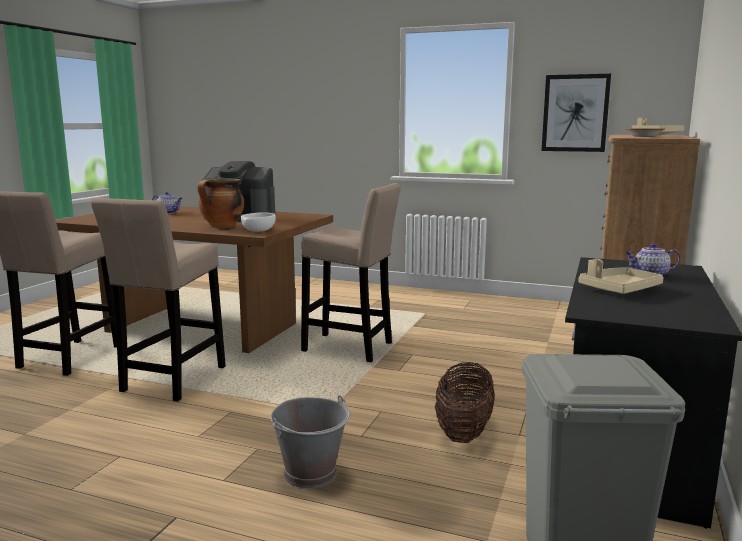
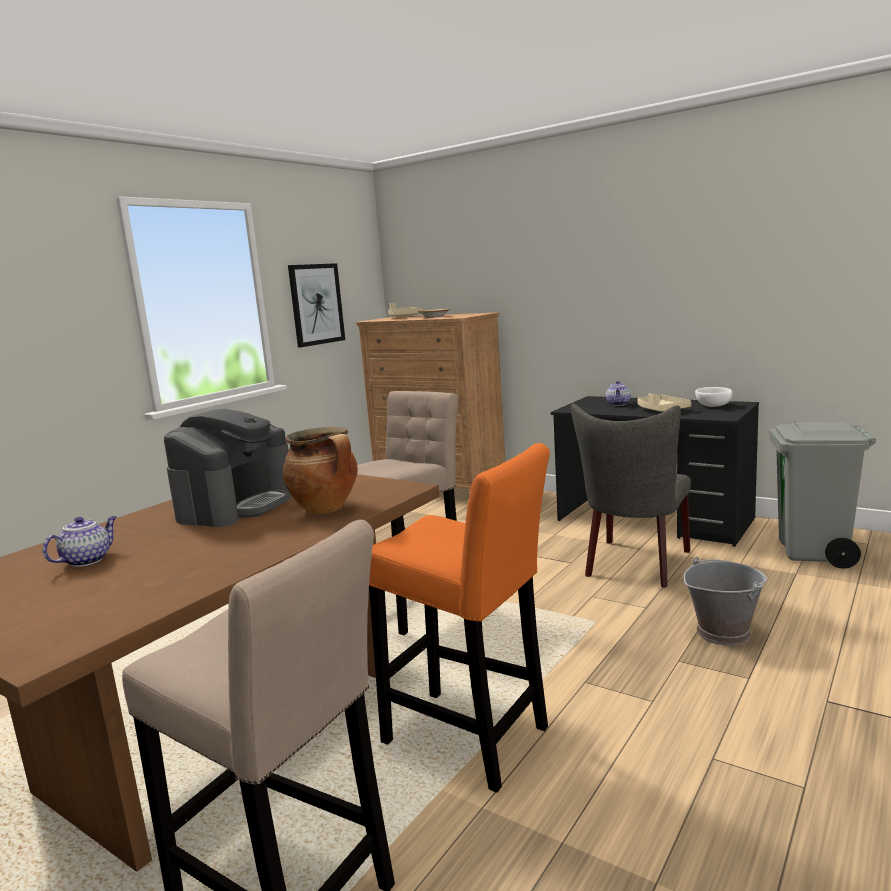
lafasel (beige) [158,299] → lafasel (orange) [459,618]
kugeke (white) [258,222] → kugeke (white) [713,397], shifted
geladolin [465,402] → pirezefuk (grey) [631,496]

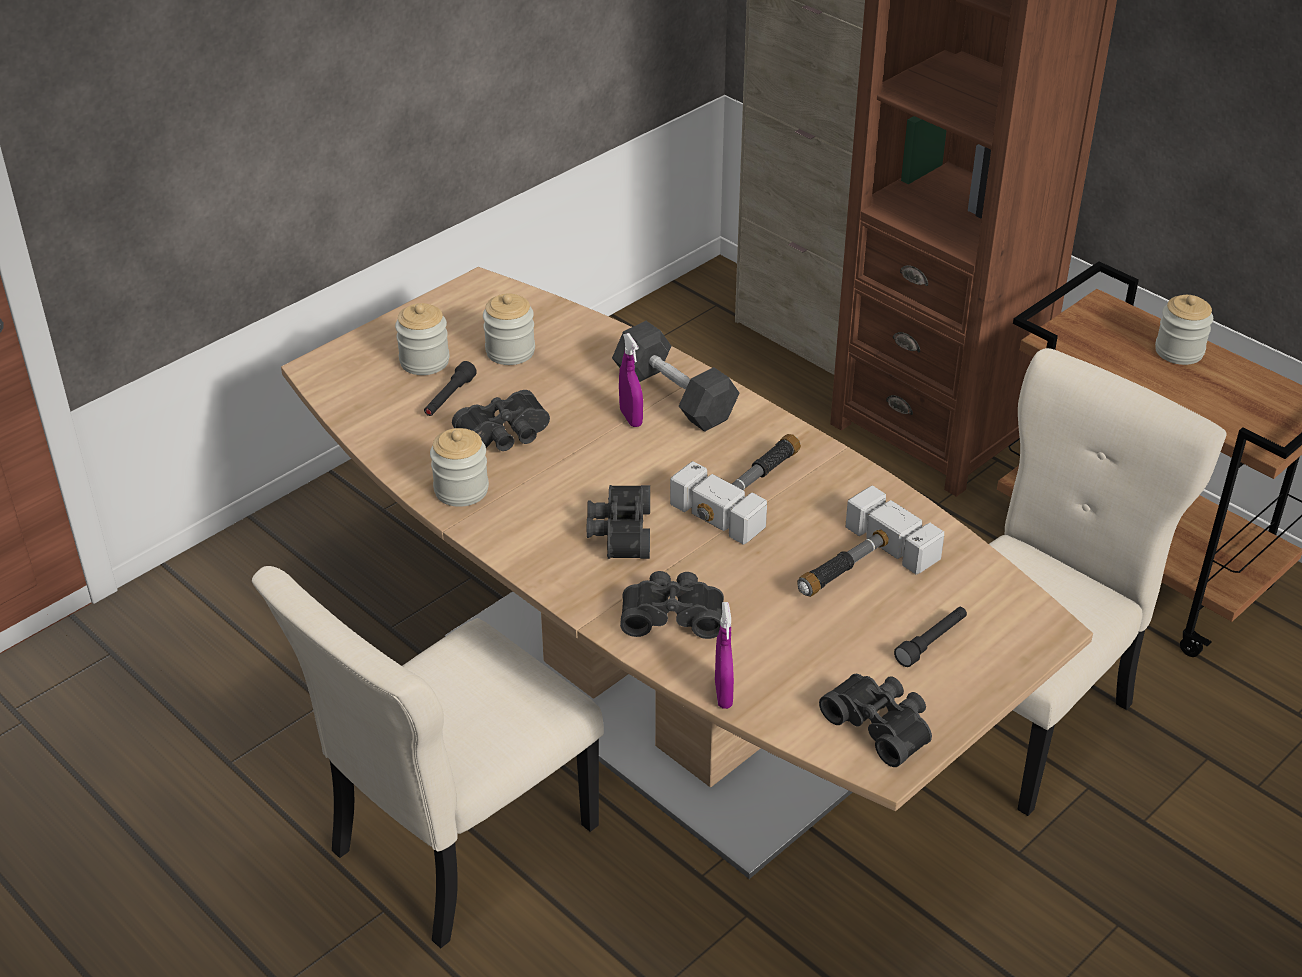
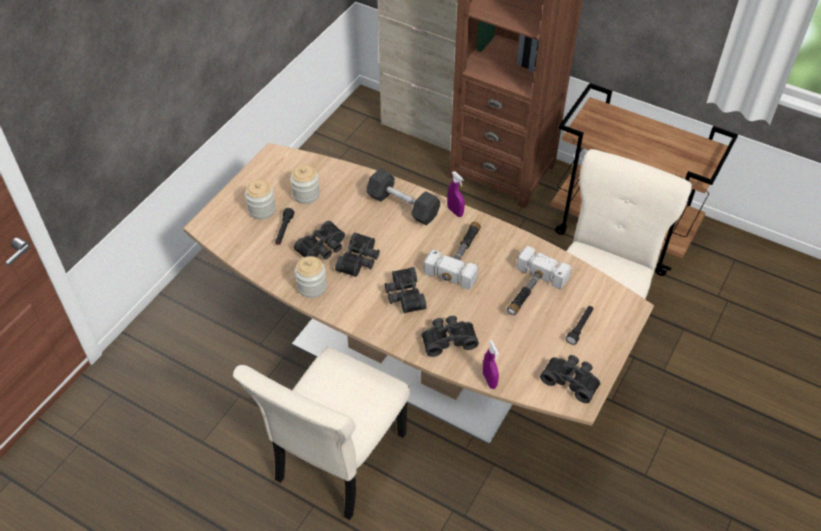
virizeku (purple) [631,380] → virizeku (purple) [456,194], shifted
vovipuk [1184,330] → -
- → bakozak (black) [357,255]

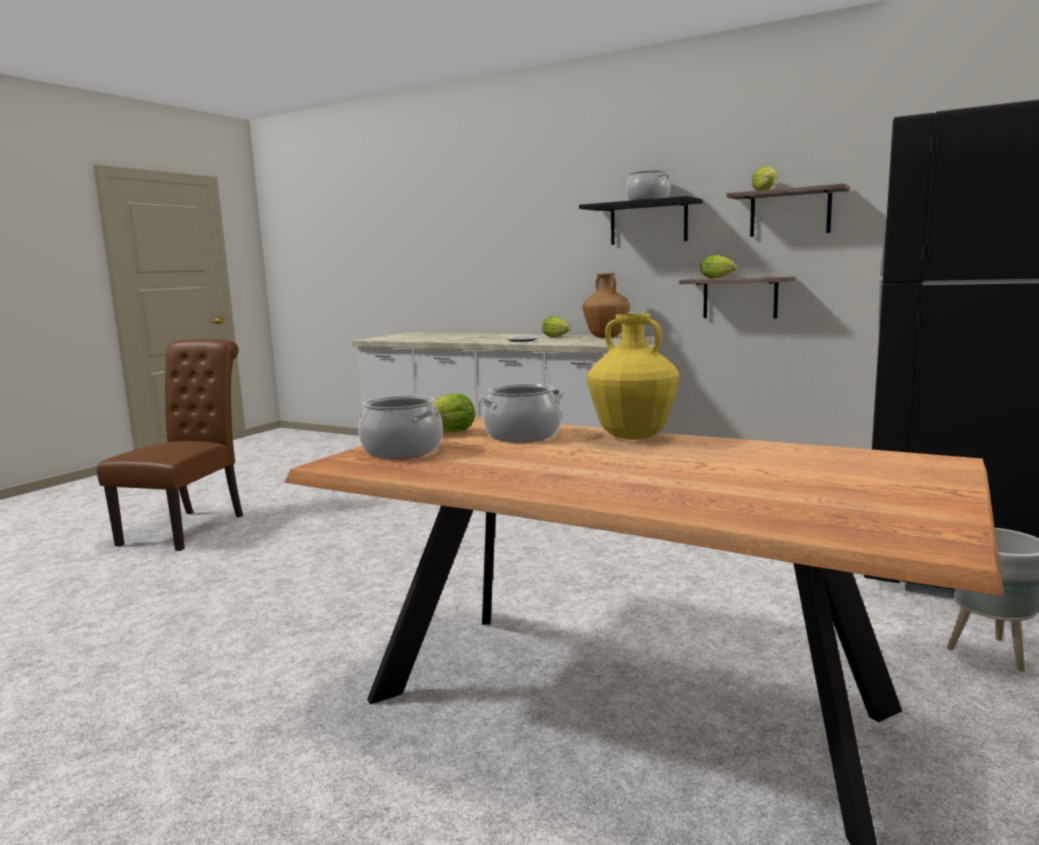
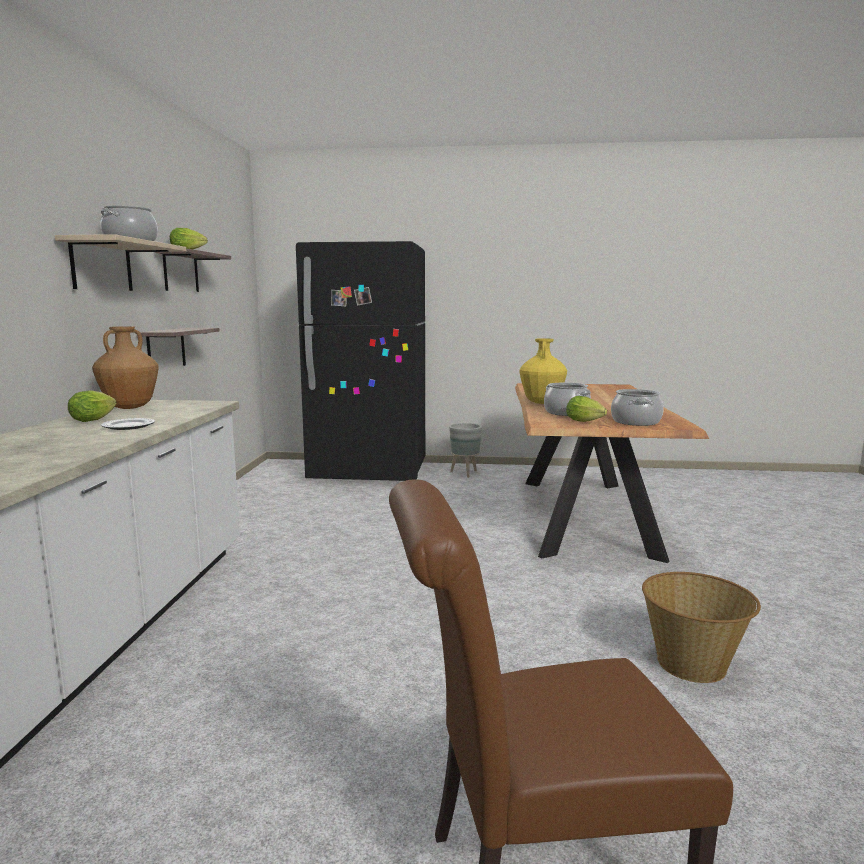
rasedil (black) [641,220] → rasedil (beige) [120,262]
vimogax [718,267] → -
- → geladolin [701,627]

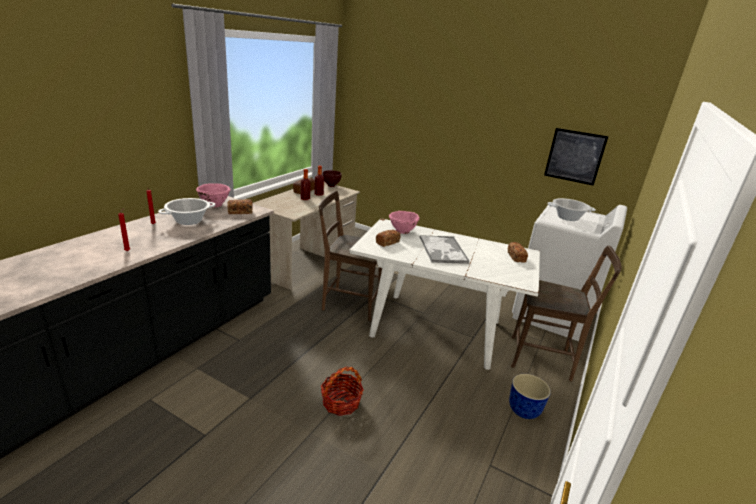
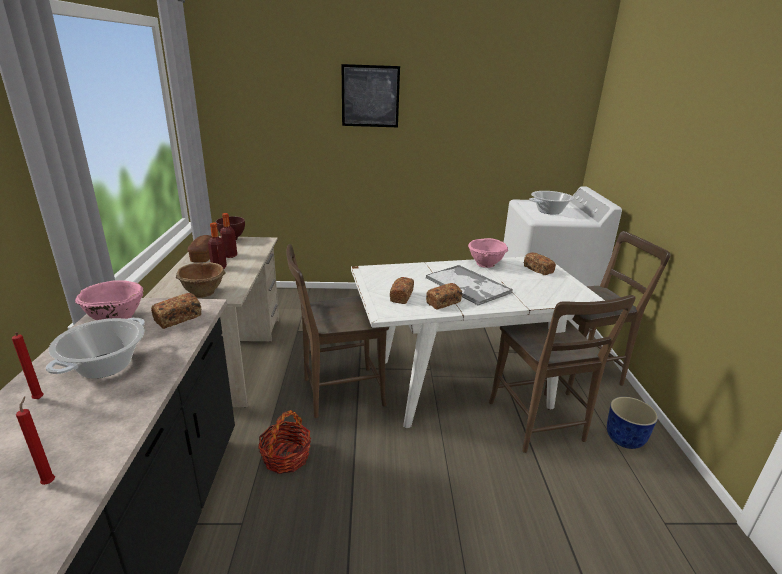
geladolin [342,391] → geladolin [284,442], shifted
kugeke (pink) [404,222] → kugeke (pink) [488,253], shifted
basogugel [576,157] → basogugel [371,95], shifted
- → kugeke (brown) [201,280]
- → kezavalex [444,296]
- → pirezefuk (brown) [562,374]

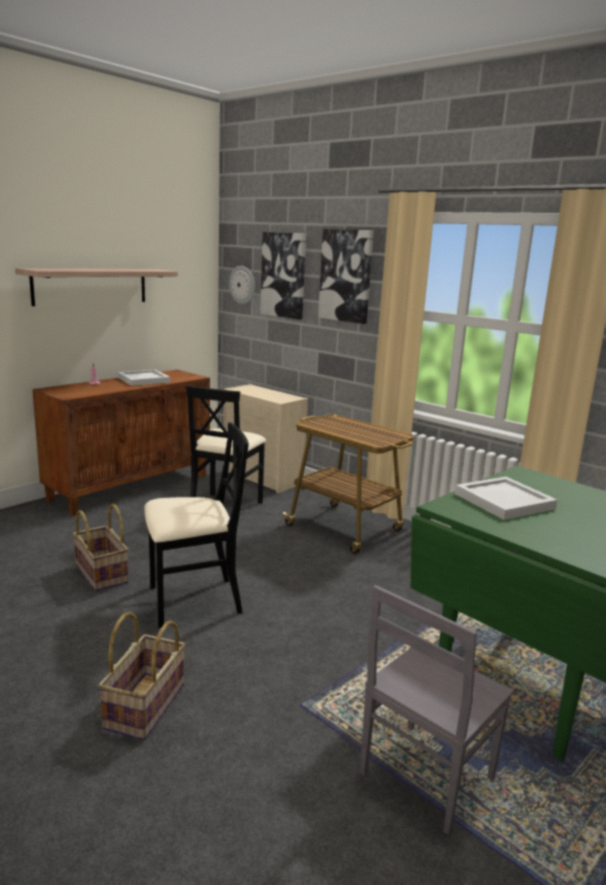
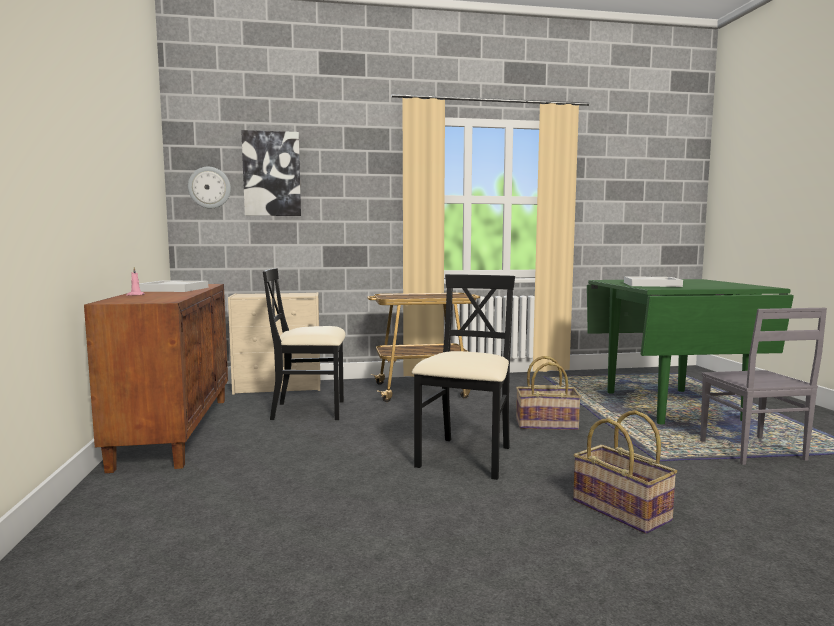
rasedil [96,287] → -
geladolin [101,547] → geladolin [548,393], shifted
pirezefuk (black) [226,444] → pirezefuk (black) [304,344], 120 degrees clockwise
basogugel [346,276] → -

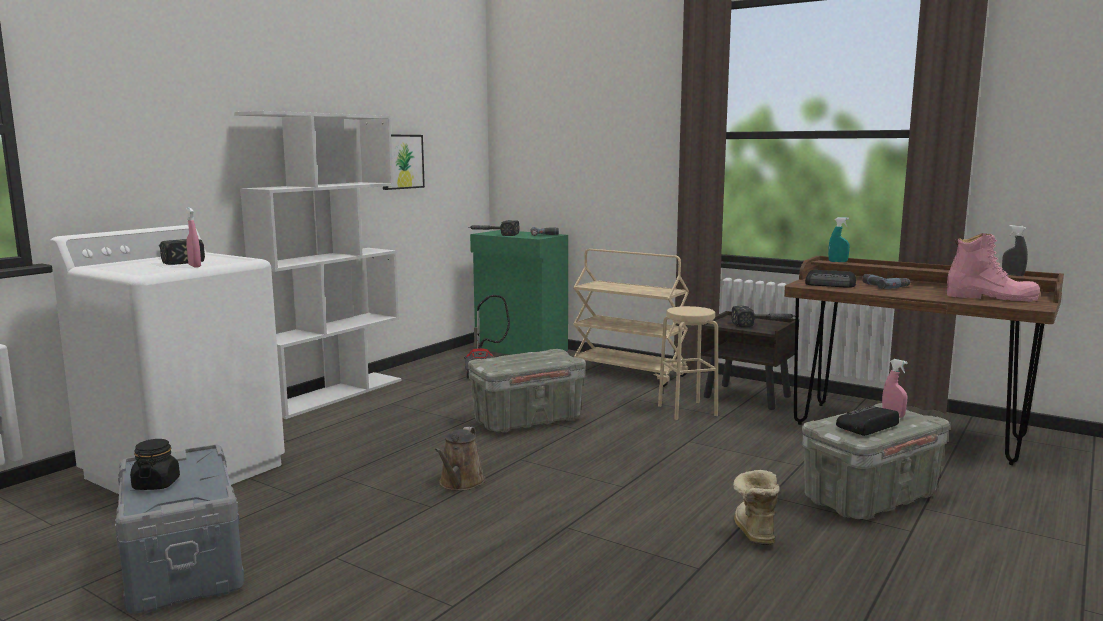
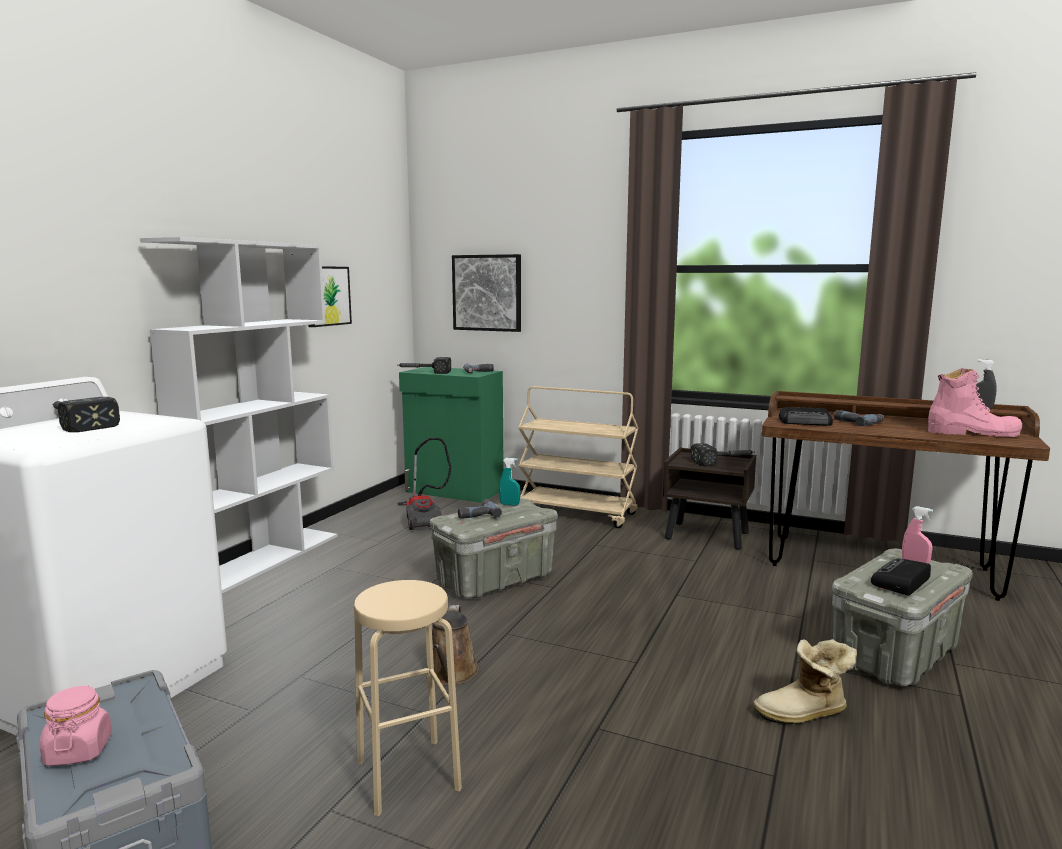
vovipuk (black) [155,464] → vovipuk (pink) [76,726]
virizeku (pink) [193,237] → -
lafasel (beige) [688,363] → lafasel (beige) [408,698], shifted
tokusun [756,507] → tokusun [805,681], 90 degrees counterclockwise
virizeku (turquoise) [839,239] → virizeku (turquoise) [509,481], shifted
- → basogugel [486,293]
- → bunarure [480,509]

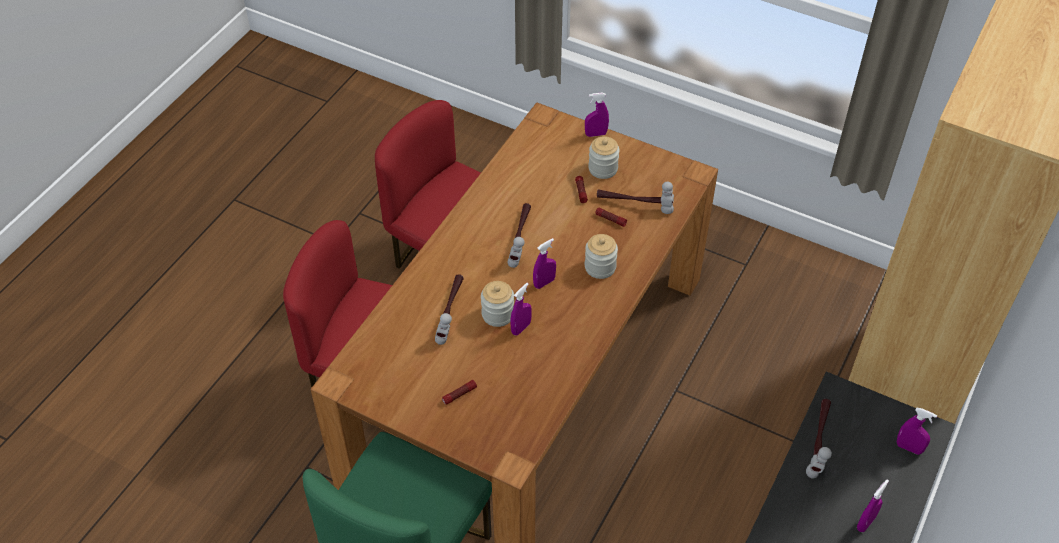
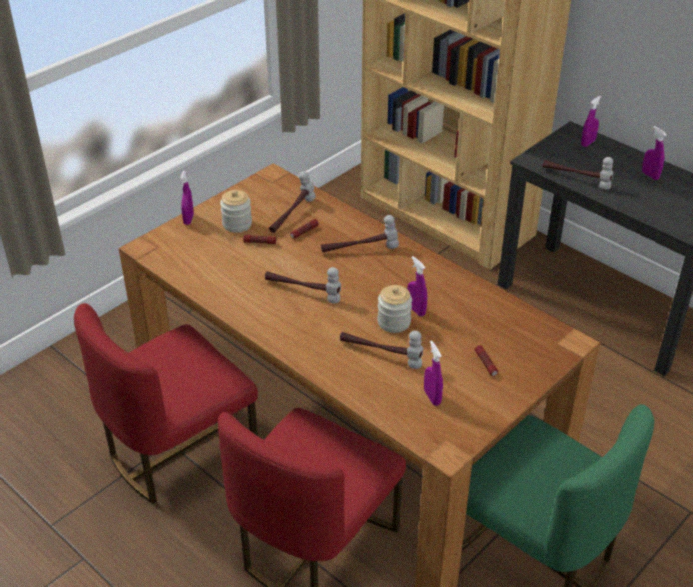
virizeku (purple) [544,263] → virizeku (purple) [433,373], shifted
vovipuk [601,256] → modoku [360,234]

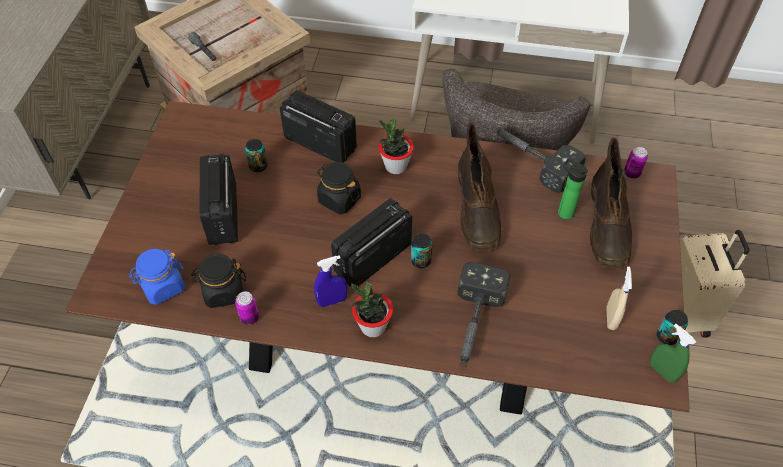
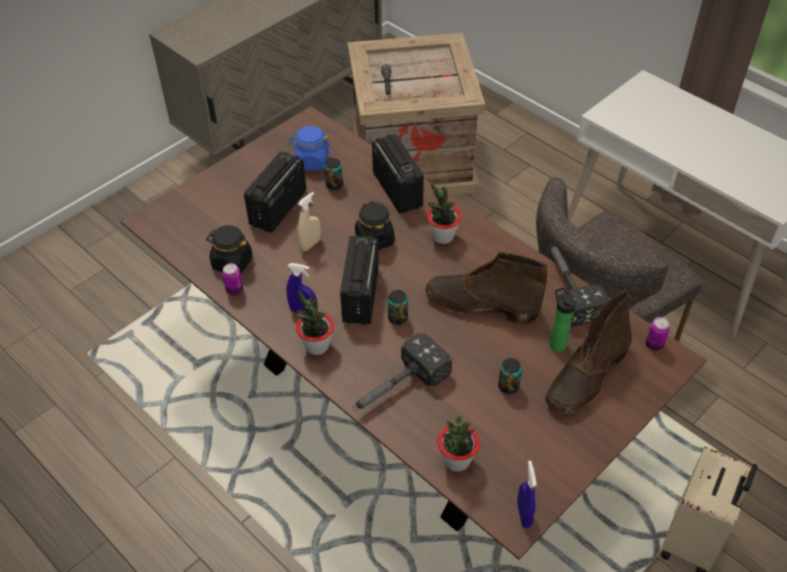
vovipuk (blue) [157,277] → vovipuk (blue) [310,148], shifted
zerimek [371,242] → zerimek [359,280], 75 degrees counterclockwise
tokusun (brown) [480,187] → tokusun (brown) [486,288], 75 degrees clockwise
virizeku (beige) [619,298] → virizeku (beige) [309,221], shifted
virizeku (green) [673,353] → virizeku (blue) [527,494]
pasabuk [672,327] → pasabuk [510,376], shifted
- → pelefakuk [459,444]

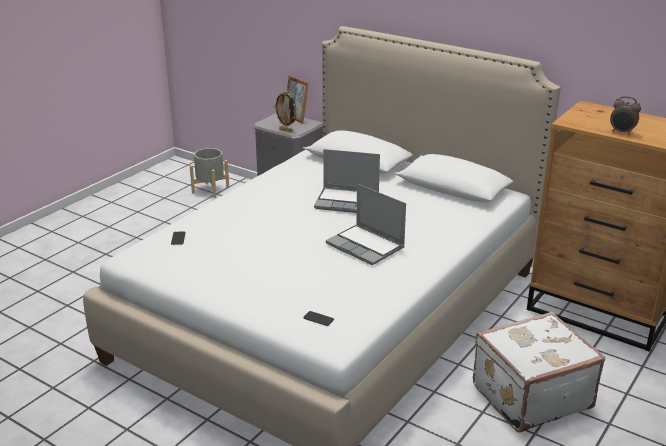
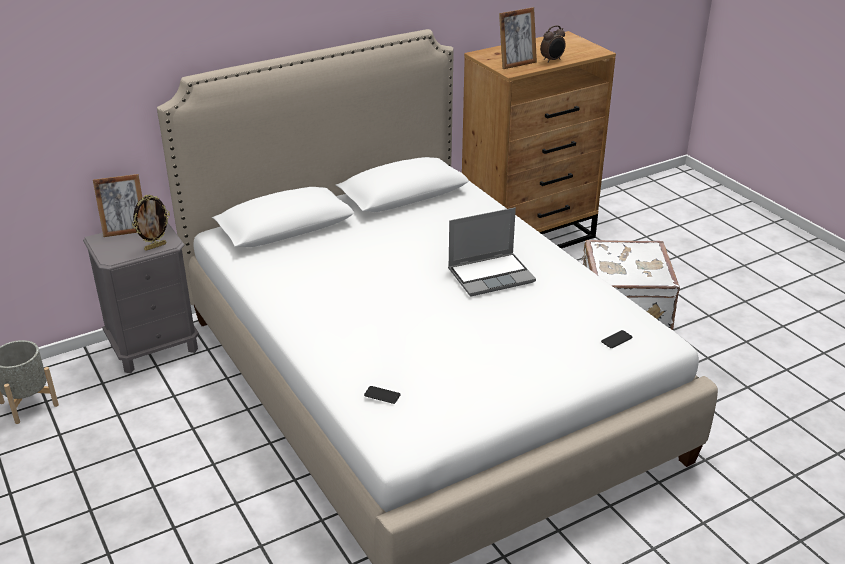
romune [347,181] → -
- → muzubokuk [518,38]

